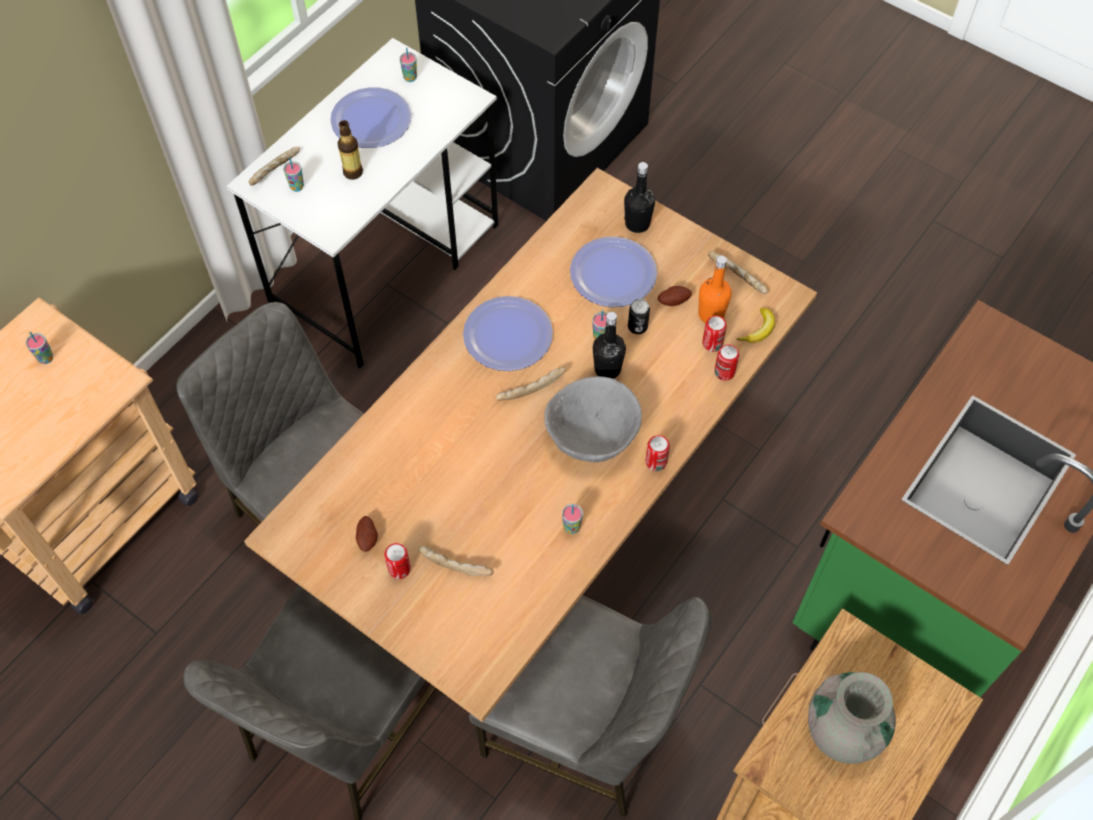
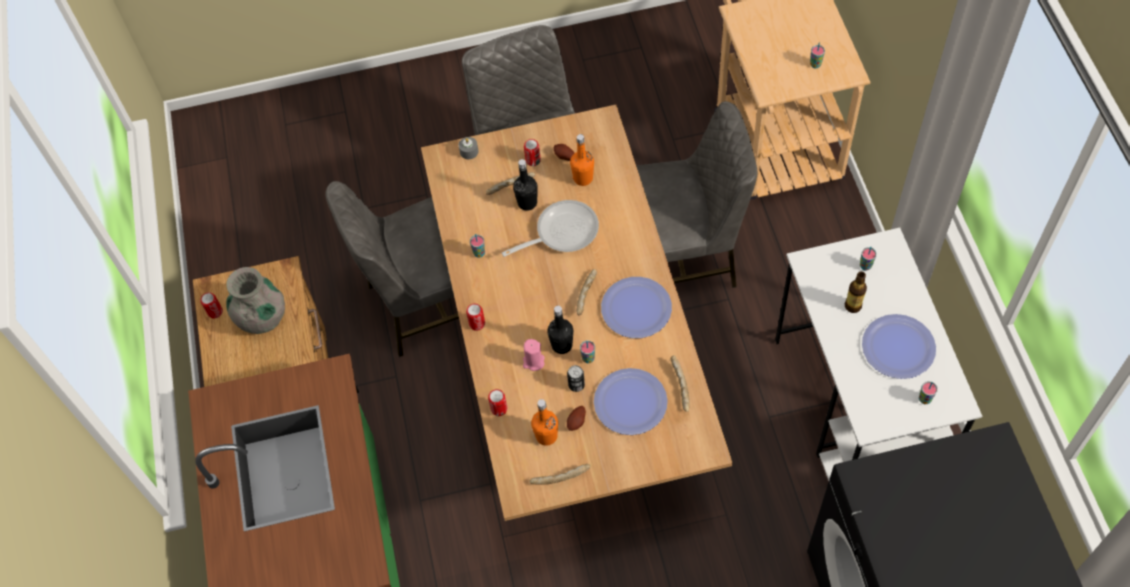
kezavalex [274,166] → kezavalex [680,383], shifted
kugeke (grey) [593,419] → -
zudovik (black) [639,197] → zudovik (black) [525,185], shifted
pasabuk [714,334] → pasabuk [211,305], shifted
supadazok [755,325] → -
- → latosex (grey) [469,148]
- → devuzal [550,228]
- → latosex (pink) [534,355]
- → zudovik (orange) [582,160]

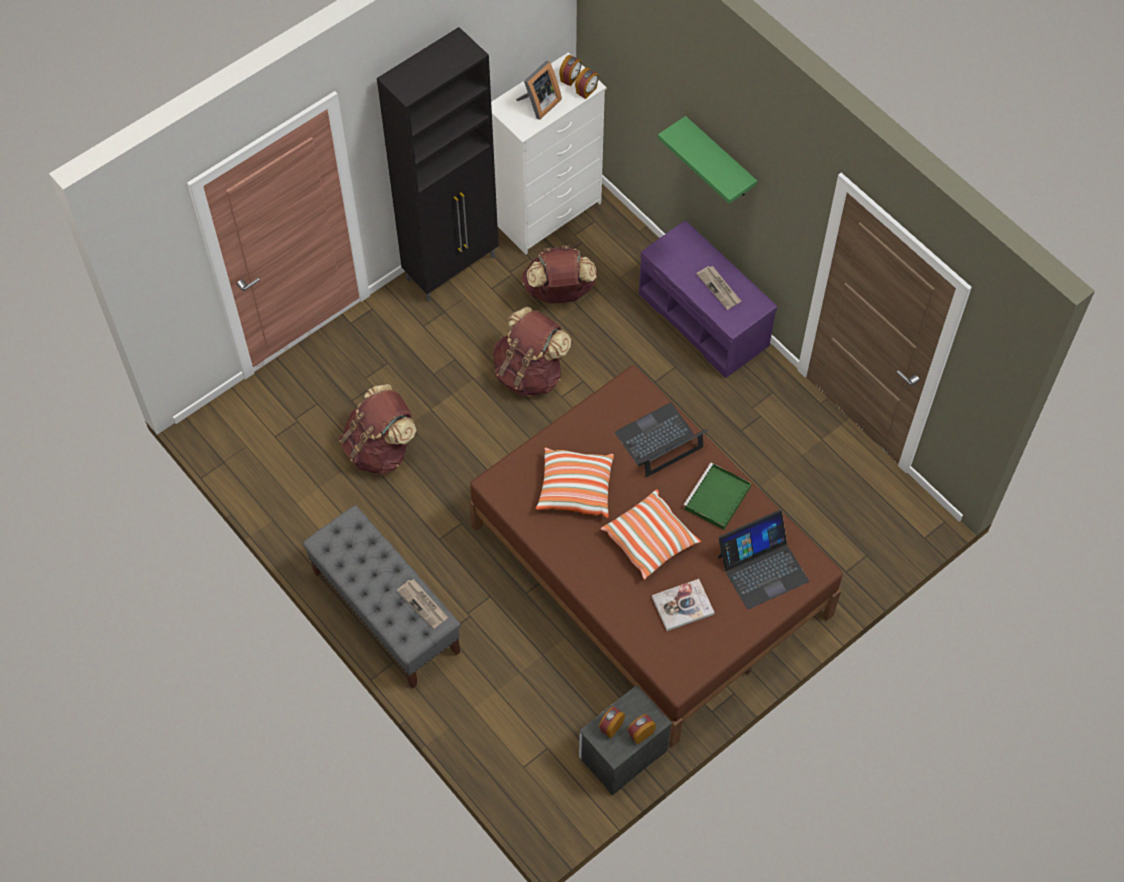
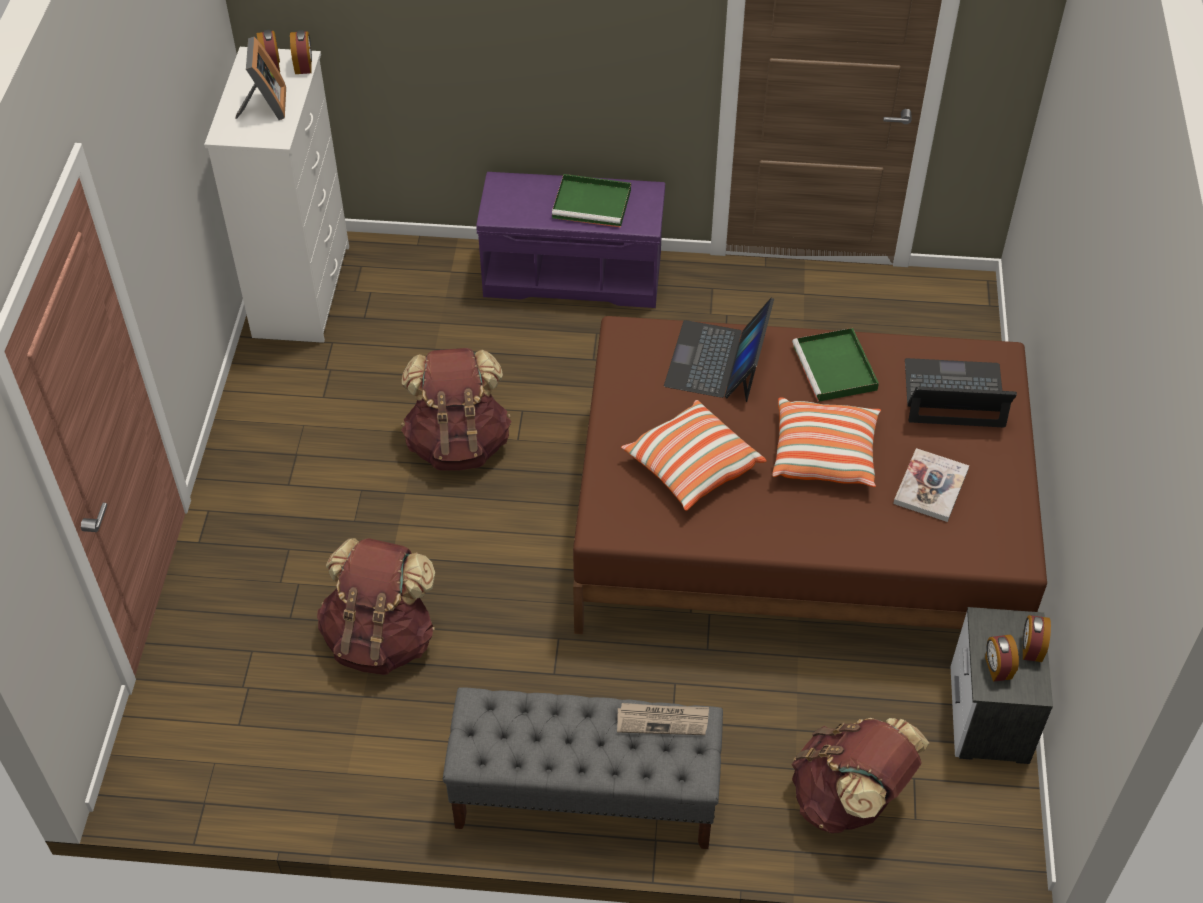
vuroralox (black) [438,164] → -
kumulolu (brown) [559,274] → kumulolu (brown) [861,775], shifted
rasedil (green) [707,160] → -
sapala [718,288] → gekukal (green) [591,201]
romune [763,559] → romune [961,392], 105 degrees counterclockwise

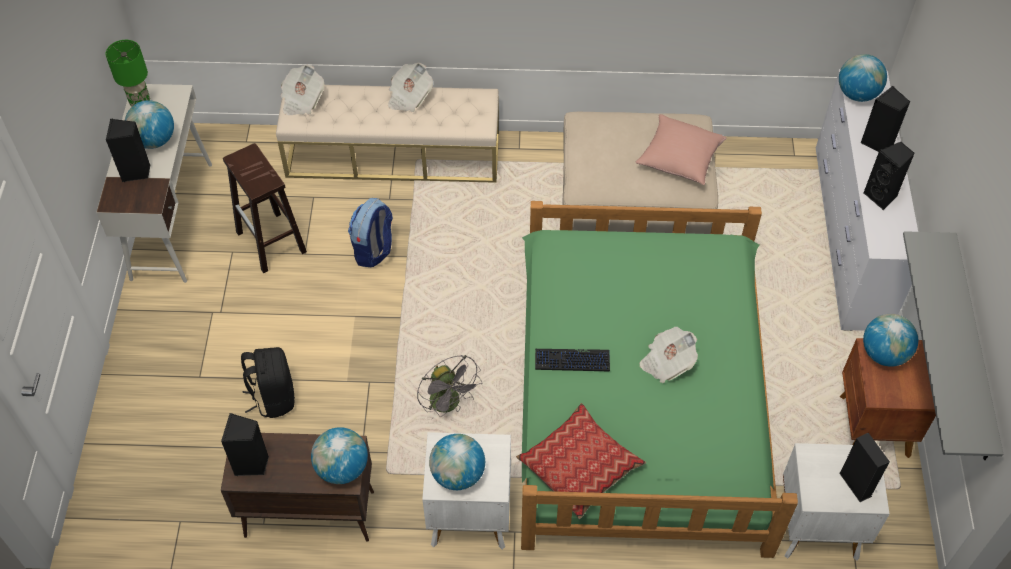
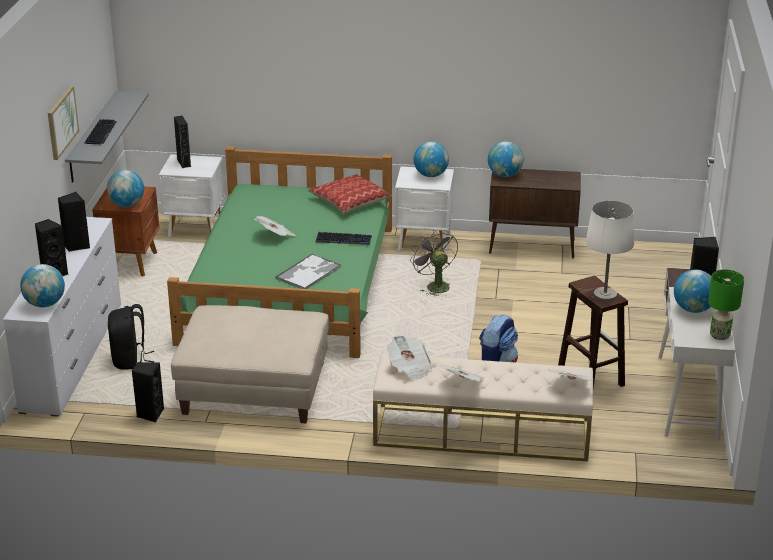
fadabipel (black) [245,444] → fadabipel (black) [148,392], shifted
kumulolu (black) [268,382] → kumulolu (black) [131,337], shifted
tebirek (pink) [681,149] → -
- → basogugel [63,123]
- → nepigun [101,131]
- → gekukal [308,271]
- → sapala [410,358]
- → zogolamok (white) [610,251]

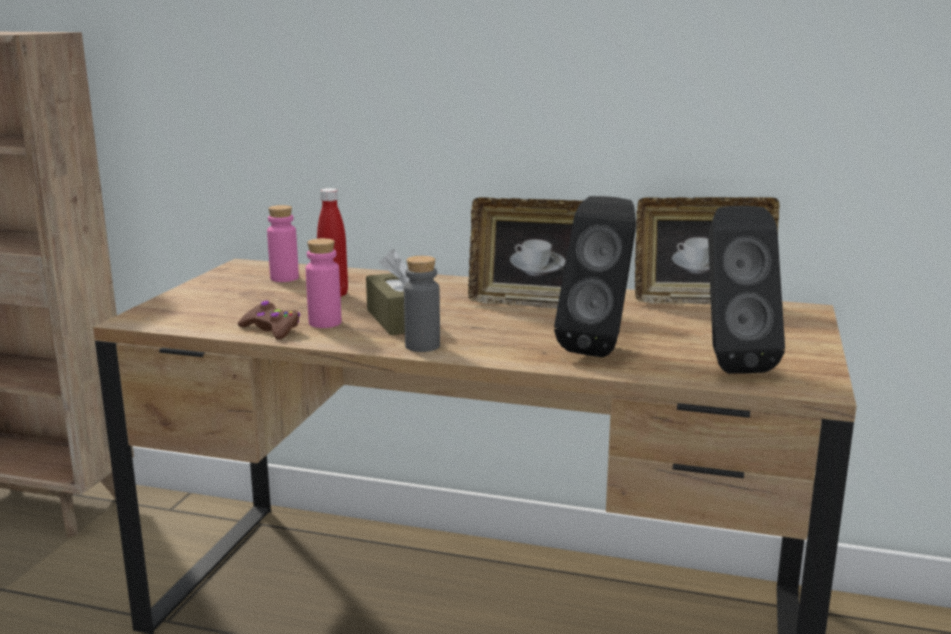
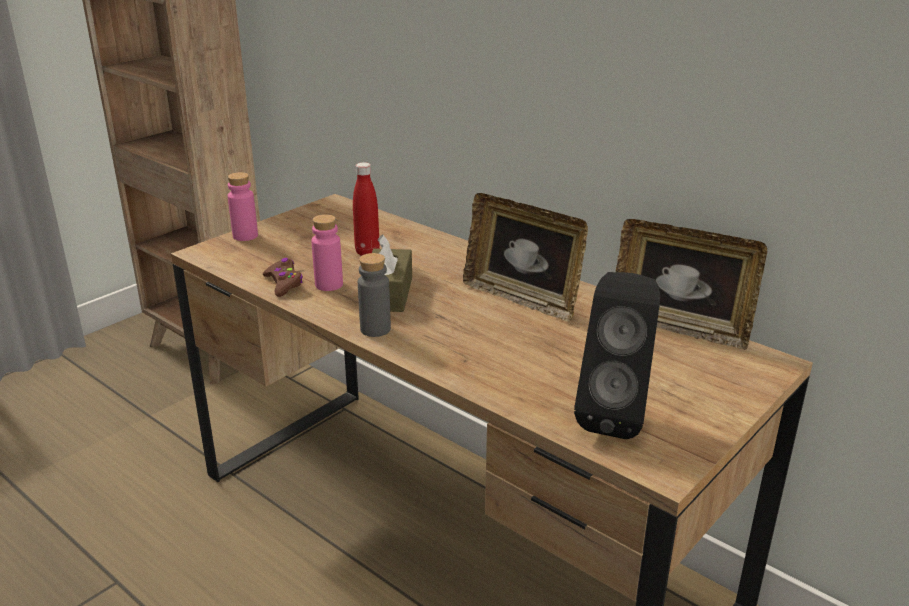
zudovik (pink) [283,243] → zudovik (pink) [243,206], shifted
fadabipel (black) [595,276] → -

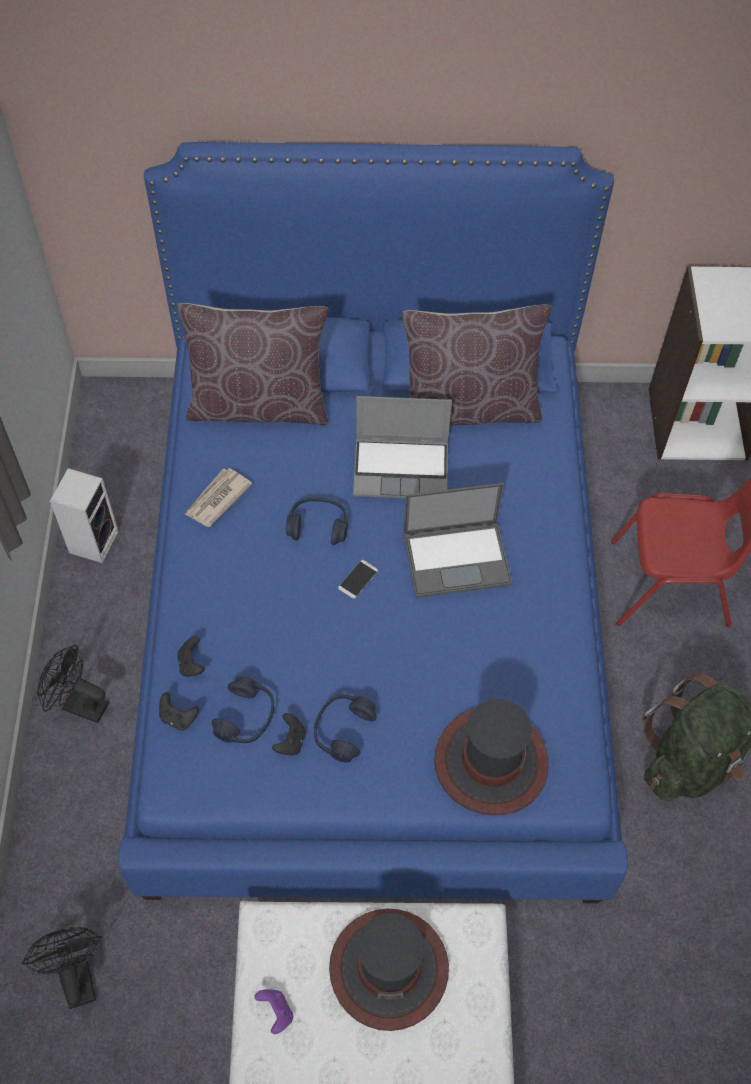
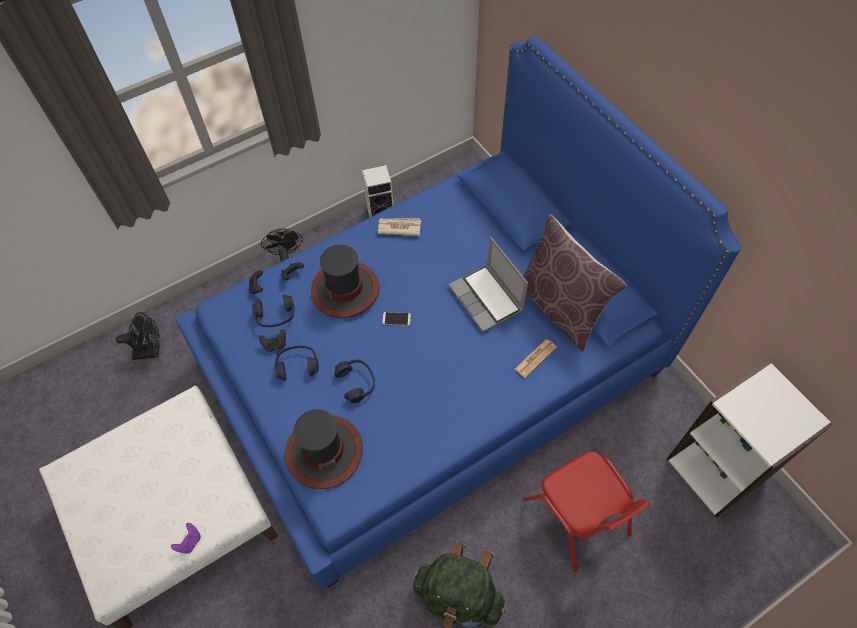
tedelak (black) [62,968] → tedelak (black) [138,336], 45 degrees clockwise
tebirek (brown) [252,364] → -
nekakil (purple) [274,1011] → nekakil (purple) [186,538], shifted
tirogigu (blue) [317,521] → tirogigu (blue) [354,381], shifted
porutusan [389,970] → porutusan [345,281], shifted
romune [457,540] → -
- → sapala [536,358]

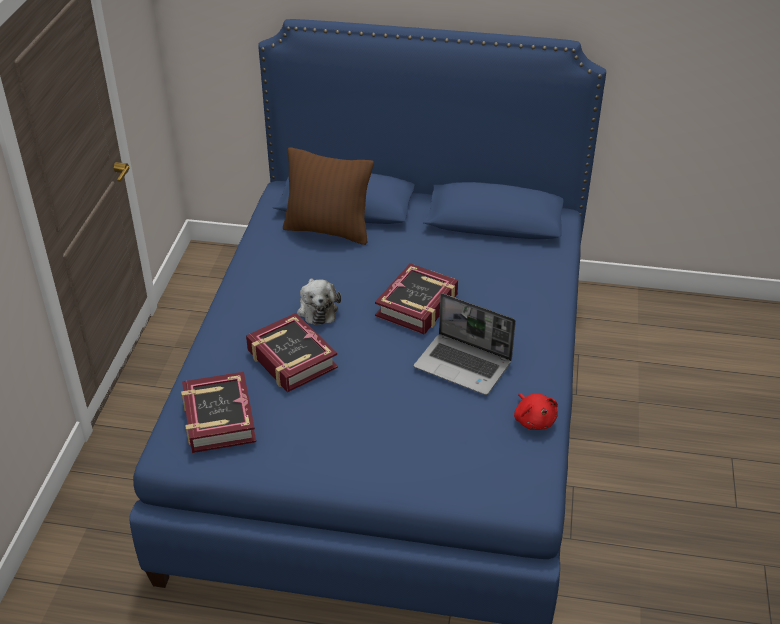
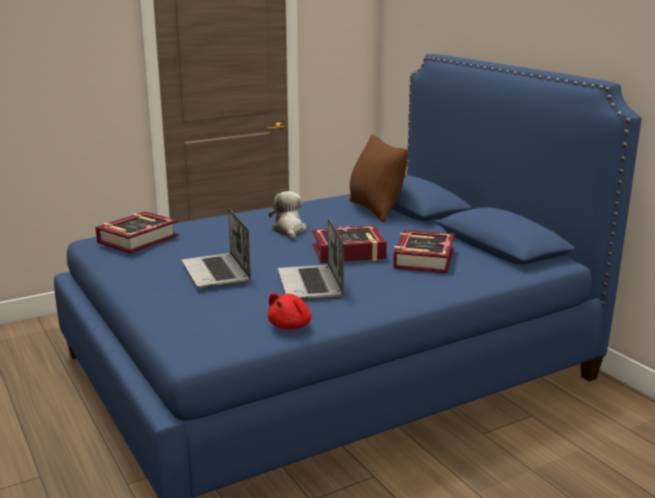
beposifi [292,352] → beposifi [423,251], shifted
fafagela [319,301] → fafagela [288,215], 135 degrees clockwise
- → romune [216,248]

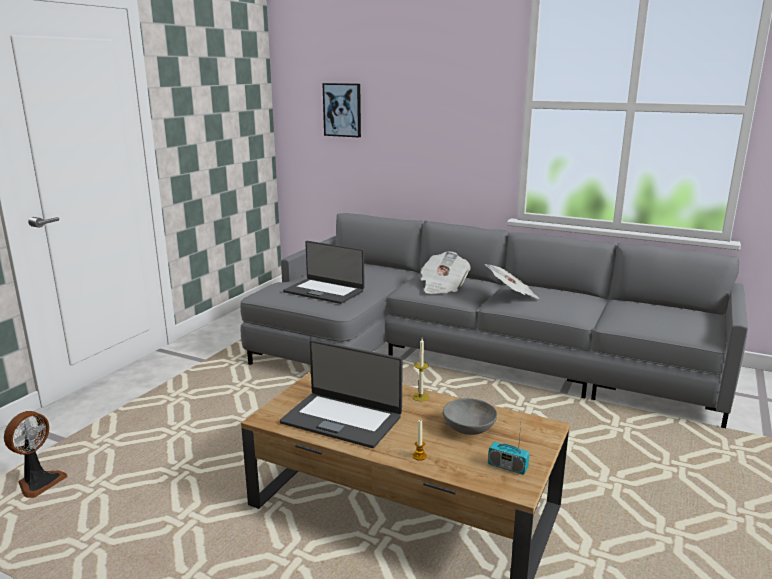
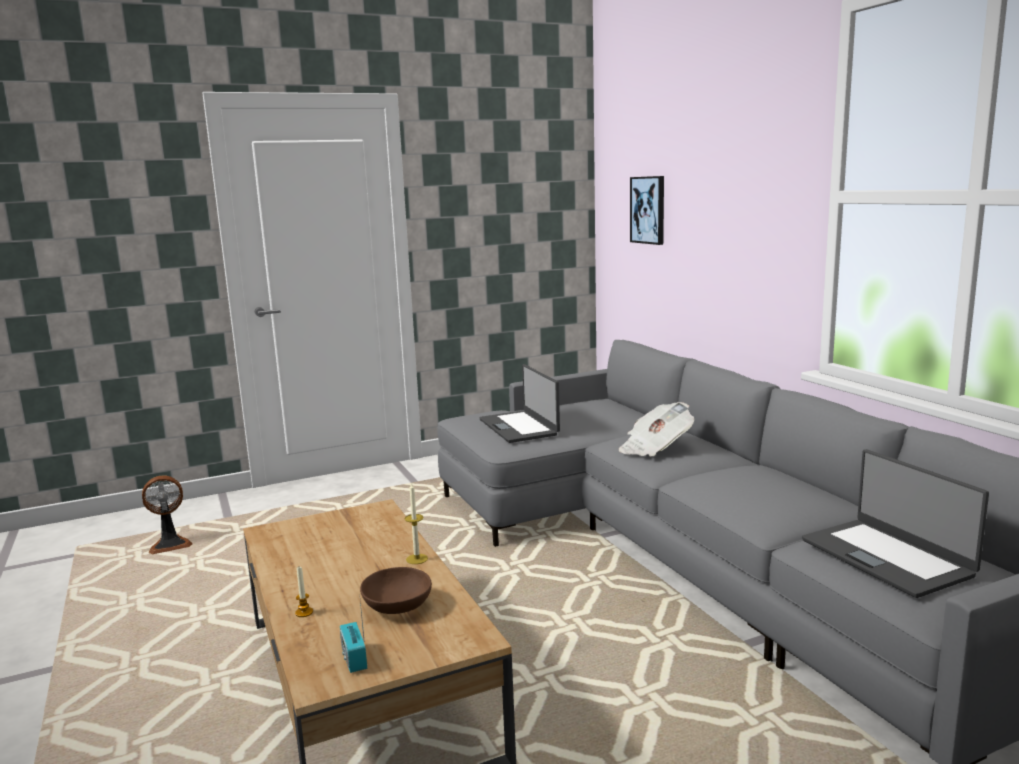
romune [341,394] → romune [895,523], shifted
kugeke (grey) [470,416] → kugeke (brown) [396,590]
sapala [512,281] → -

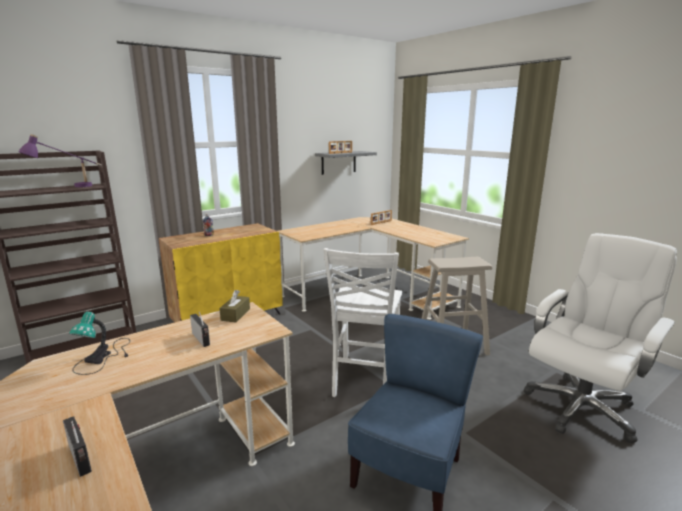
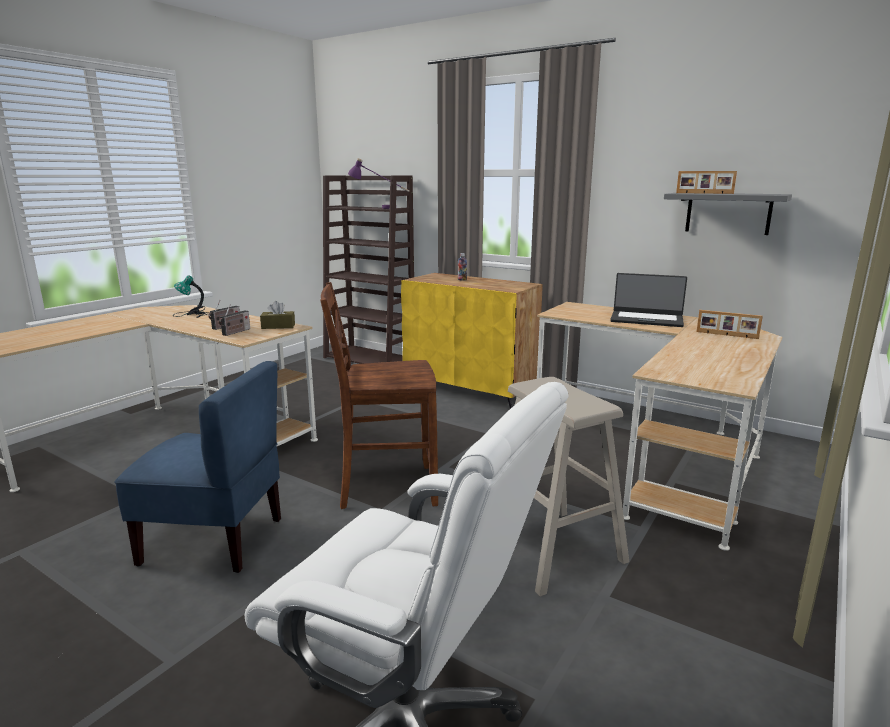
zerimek [77,446] → zerimek [234,320], shifted
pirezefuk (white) [362,322] → pirezefuk (brown) [379,395]
- → romune [648,300]

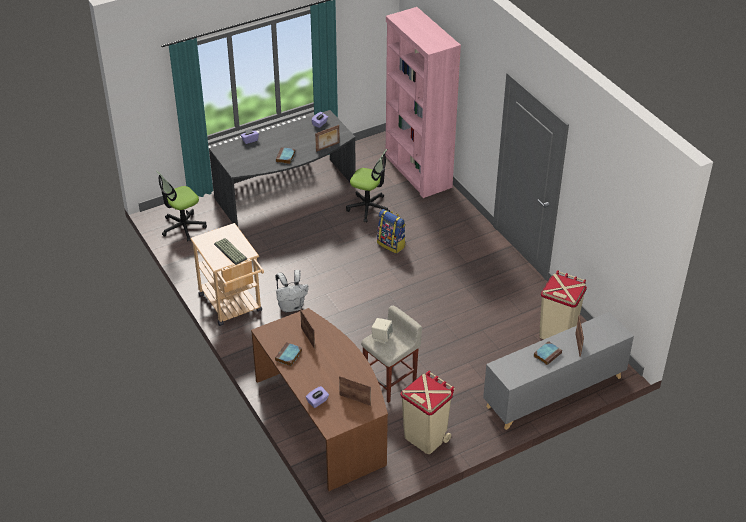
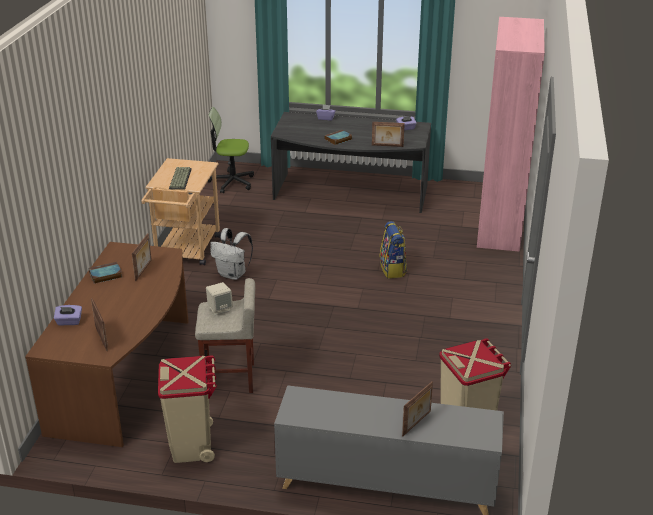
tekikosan [368,185] → -
beposifi [547,353] → -

